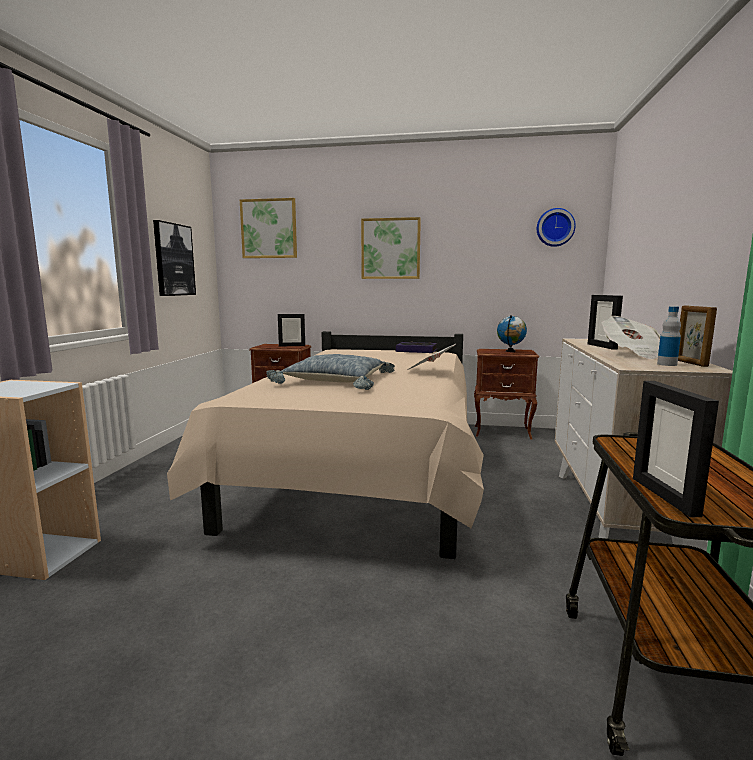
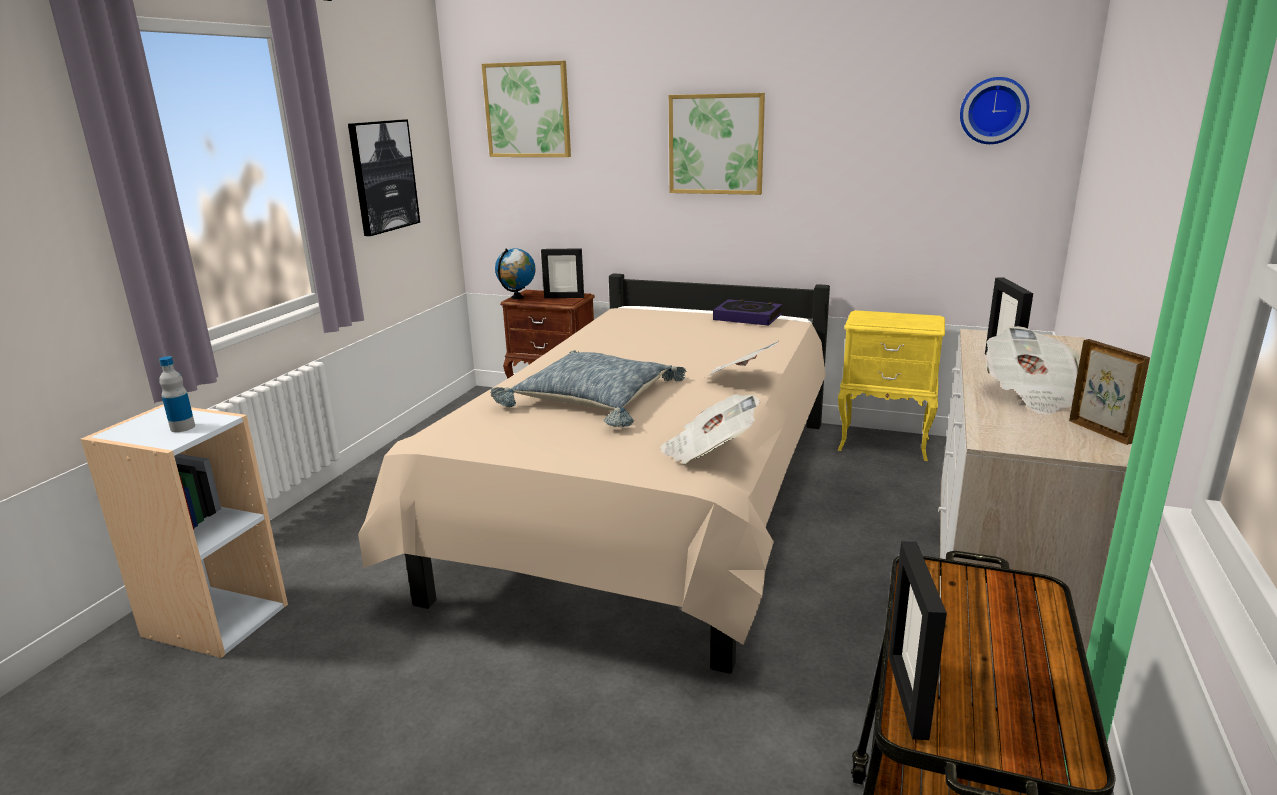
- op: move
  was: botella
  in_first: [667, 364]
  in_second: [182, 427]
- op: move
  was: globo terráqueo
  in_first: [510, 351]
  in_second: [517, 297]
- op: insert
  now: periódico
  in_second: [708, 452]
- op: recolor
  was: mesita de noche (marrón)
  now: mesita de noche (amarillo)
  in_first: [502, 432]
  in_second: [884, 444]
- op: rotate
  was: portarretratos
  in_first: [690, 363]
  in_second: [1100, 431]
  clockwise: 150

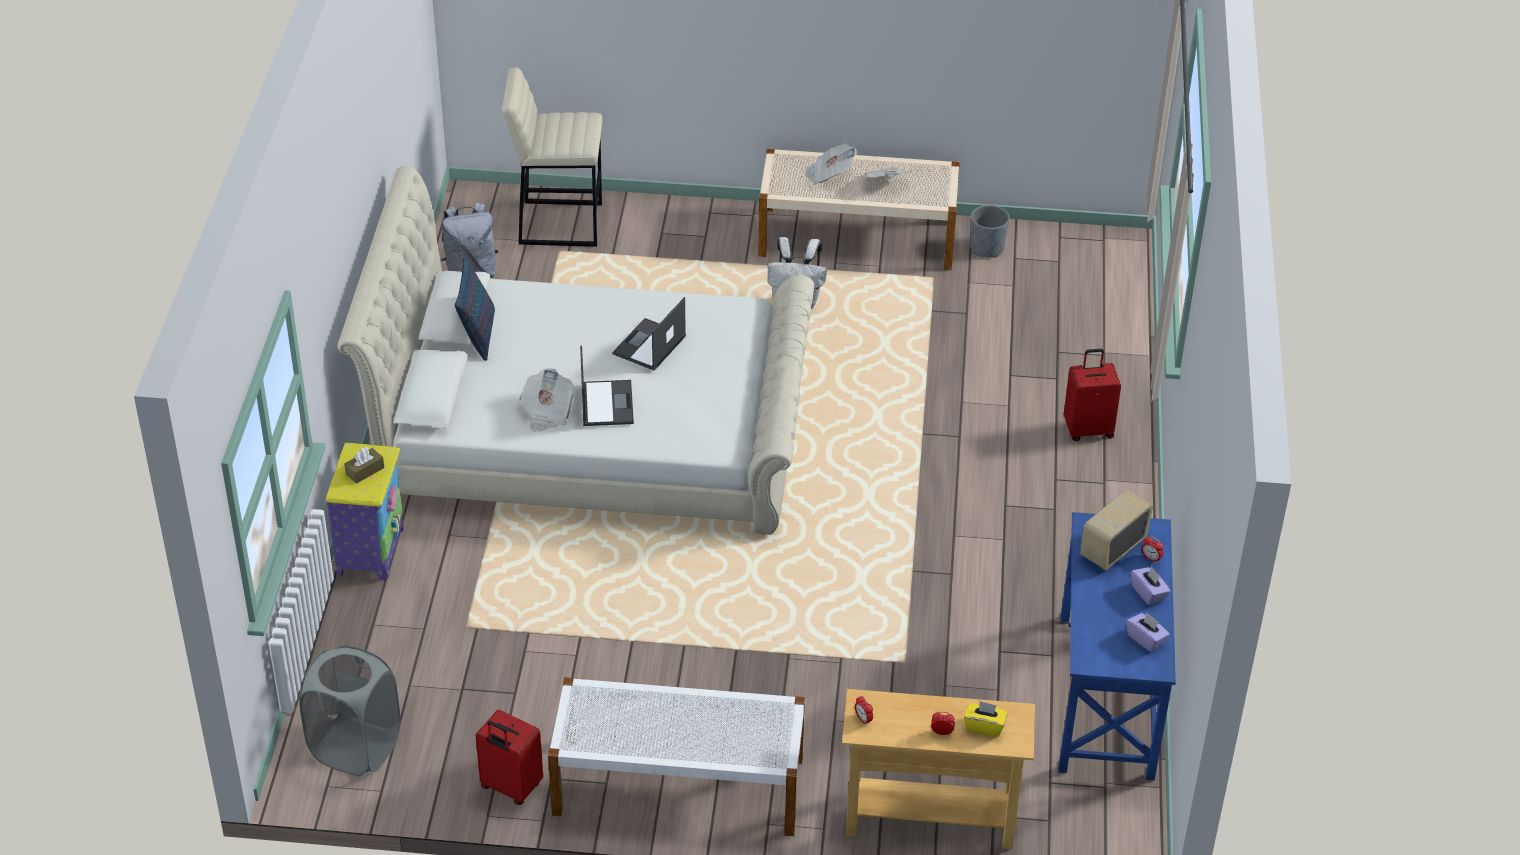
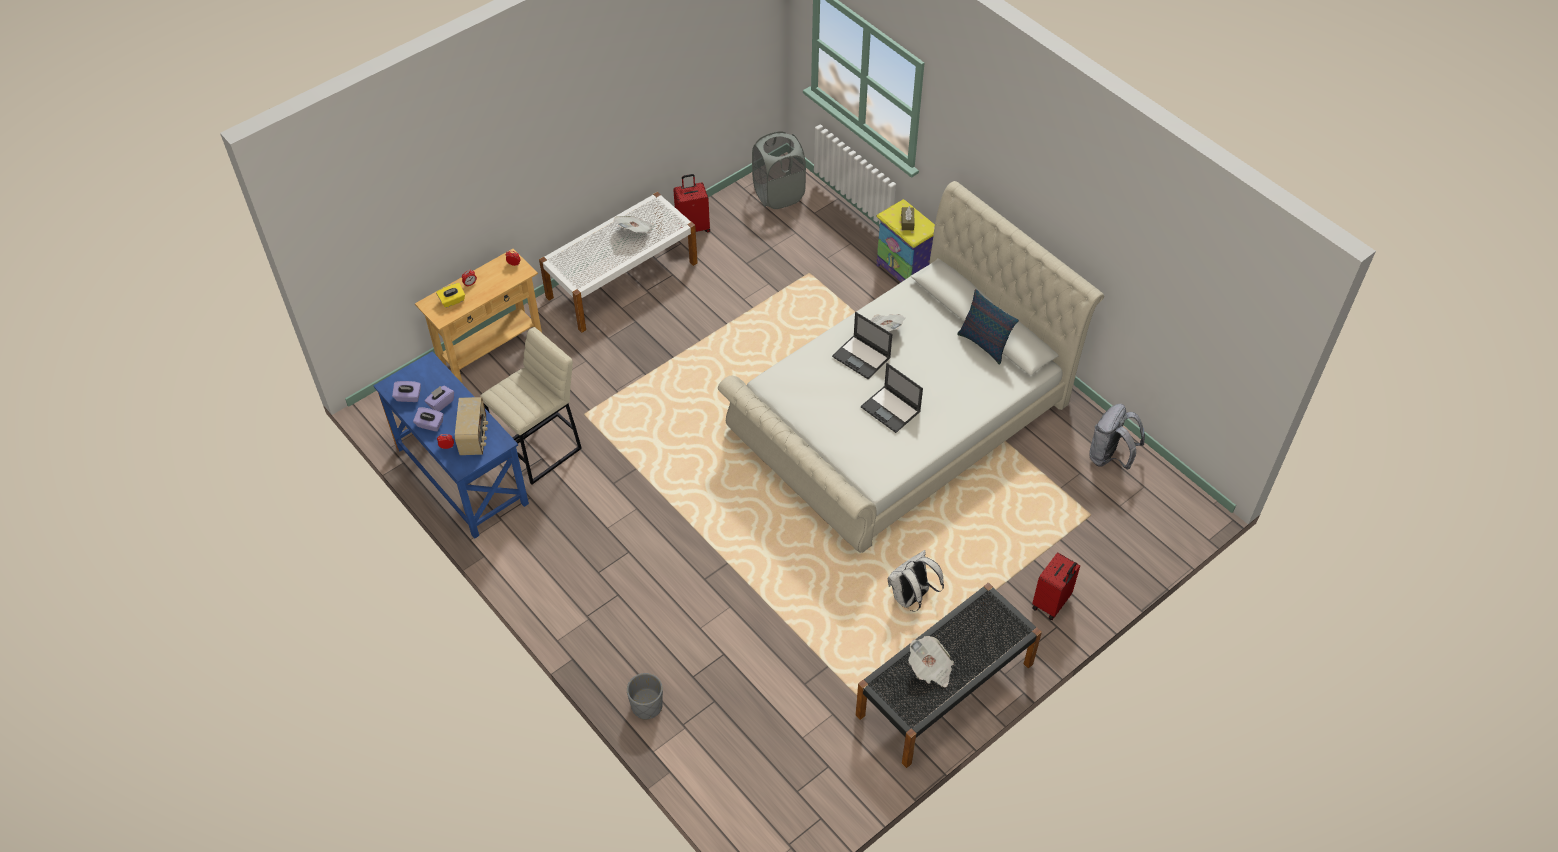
- op: insert
  now: caja de pañuelos (morado)
  in_second: [441, 403]
- op: move
  was: taburete (beis)
  in_first: [557, 223]
  in_second: [540, 448]
- op: move
  was: periódico
  in_first: [828, 175]
  in_second: [635, 231]
- op: move
  was: maceta (gris)
  in_first: [987, 248]
  in_second: [646, 706]
- op: recolor
  was: banco (beis)
  now: banco (negro)
  in_first: [857, 237]
  in_second: [945, 690]
- op: rotate
  was: portátil
  in_first: [649, 346]
  in_second: [891, 409]
  clockwise: 150
- op: move
  was: maleta (rojo)
  in_first: [1088, 429]
  in_second: [1052, 603]

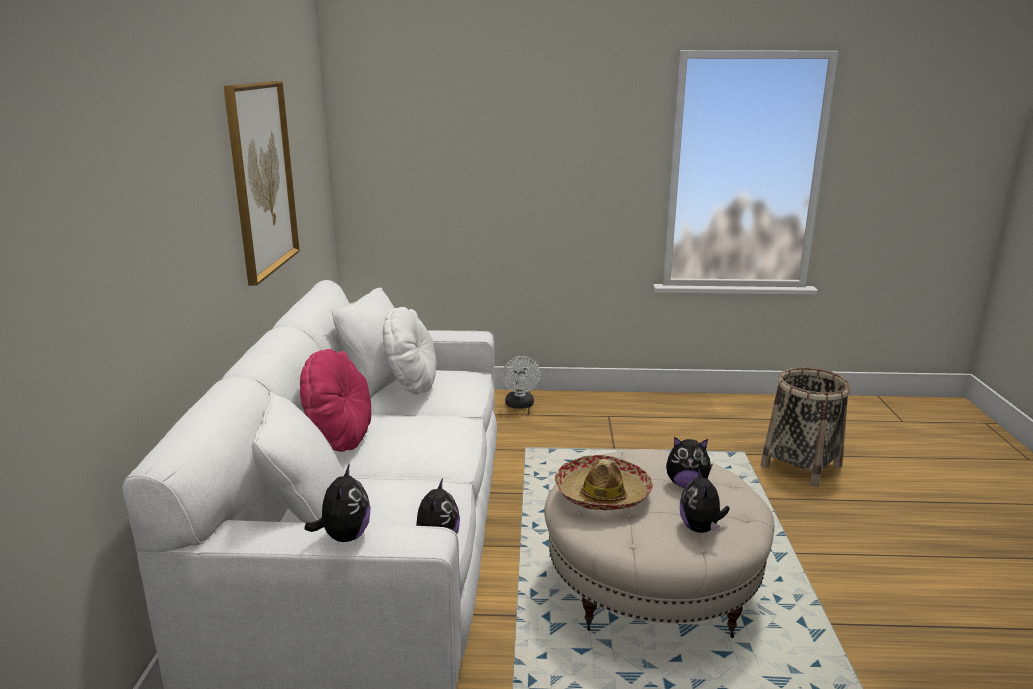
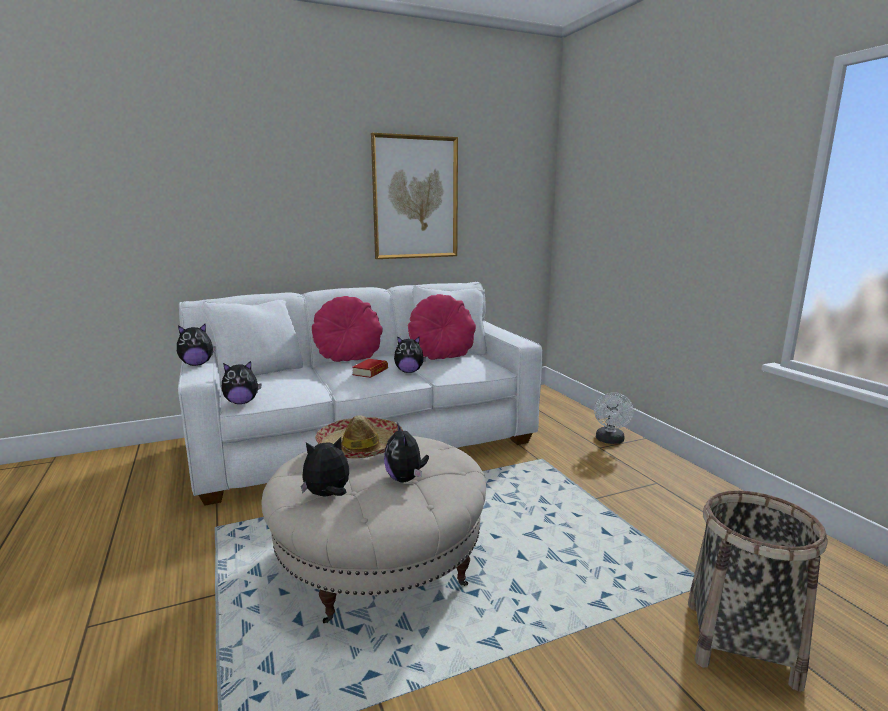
- op: insert
  now: libro
  in_second: [370, 372]
- op: insert
  now: peluche
  in_second: [409, 371]
- op: recolor
  was: cojín (blanco)
  now: cojín (rosa)
  in_first: [412, 387]
  in_second: [442, 357]
- op: rotate
  was: ventilador (blanco)
  in_first: [520, 405]
  in_second: [610, 441]
  clockwise: -45

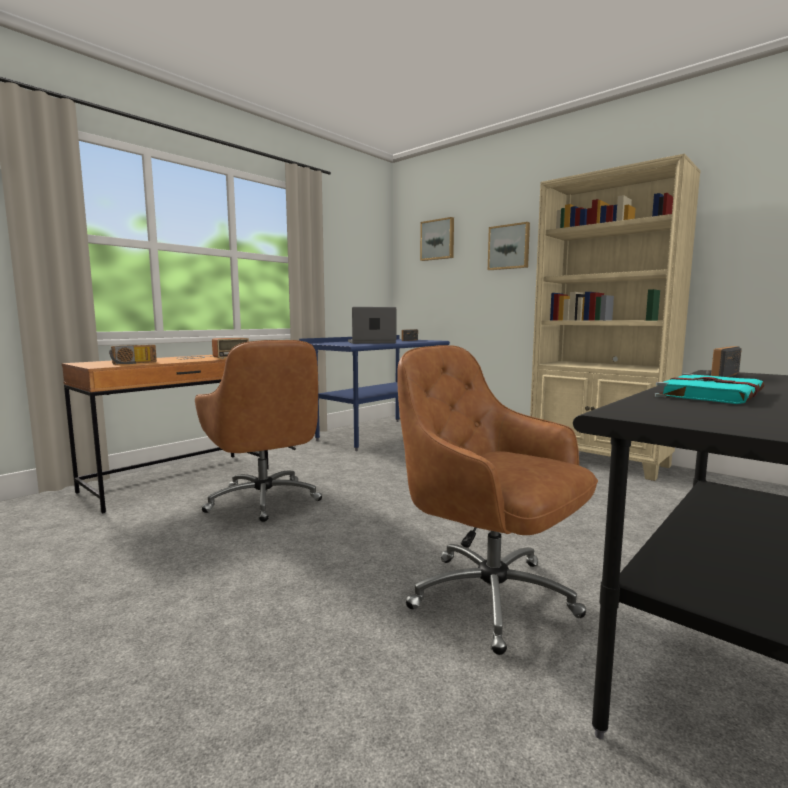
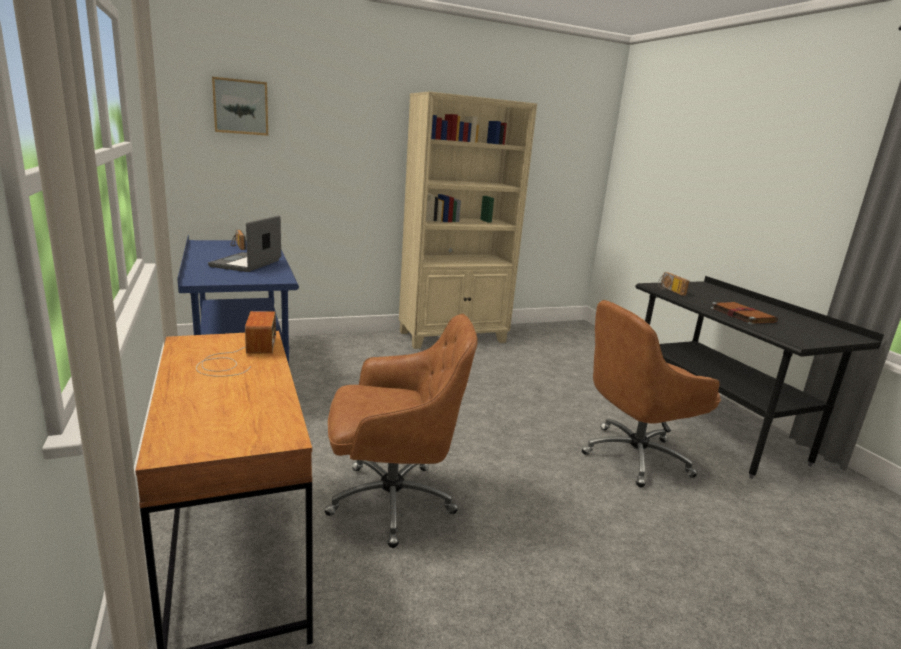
- op: recolor
  was: libro (turquesa)
  now: libro (marrón)
  in_first: [710, 394]
  in_second: [741, 315]
- op: delete
  was: radio
  in_first: [134, 363]
- op: delete
  was: cuadro
  in_first: [509, 247]

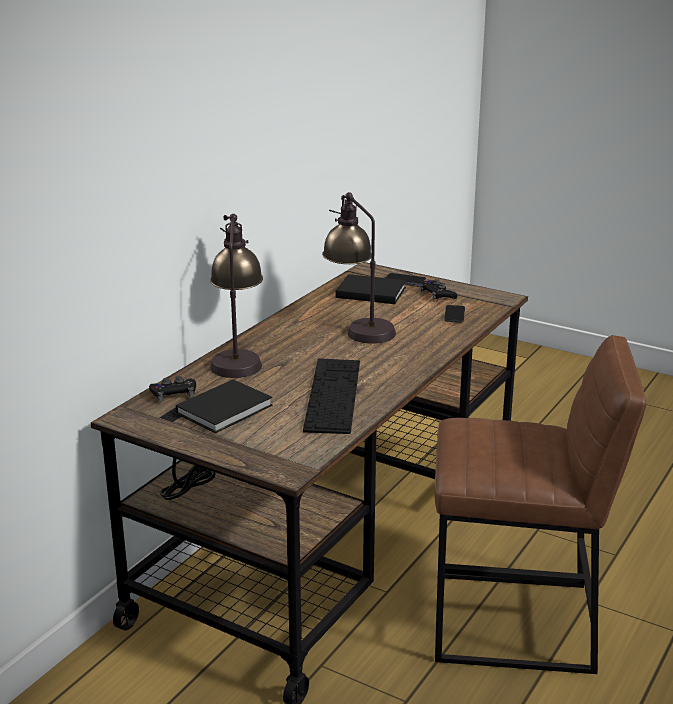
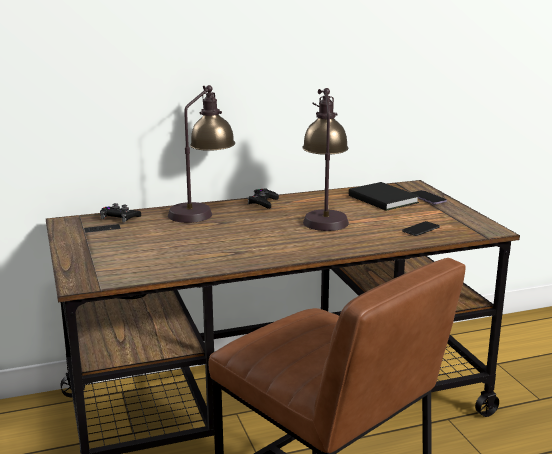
- op: move
  was: mando de consola (negro)
  in_first: [437, 295]
  in_second: [262, 203]
- op: delete
  was: libro (negro)
  in_first: [227, 409]
- op: delete
  was: teclado
  in_first: [333, 395]

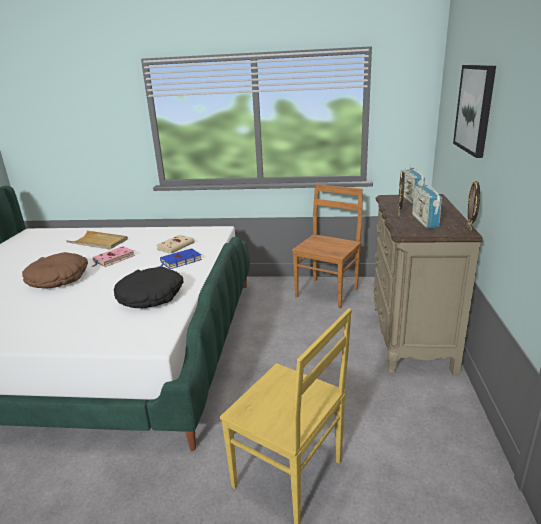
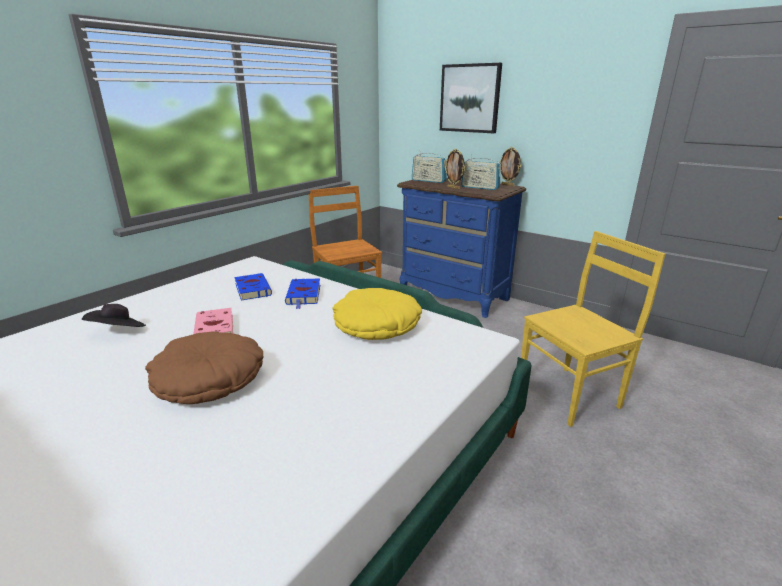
- op: replace
  was: bandeja (beis)
  now: sombrero (negro)
  in_first: [98, 242]
  in_second: [118, 331]
- op: recolor
  was: libro (beis)
  now: libro (azul)
  in_first: [176, 246]
  in_second: [252, 289]
- op: recolor
  was: cojín (negro)
  now: cojín (amarillo)
  in_first: [149, 297]
  in_second: [375, 326]
- op: recolor
  was: cómoda (beis)
  now: cómoda (azul)
  in_first: [409, 338]
  in_second: [452, 296]

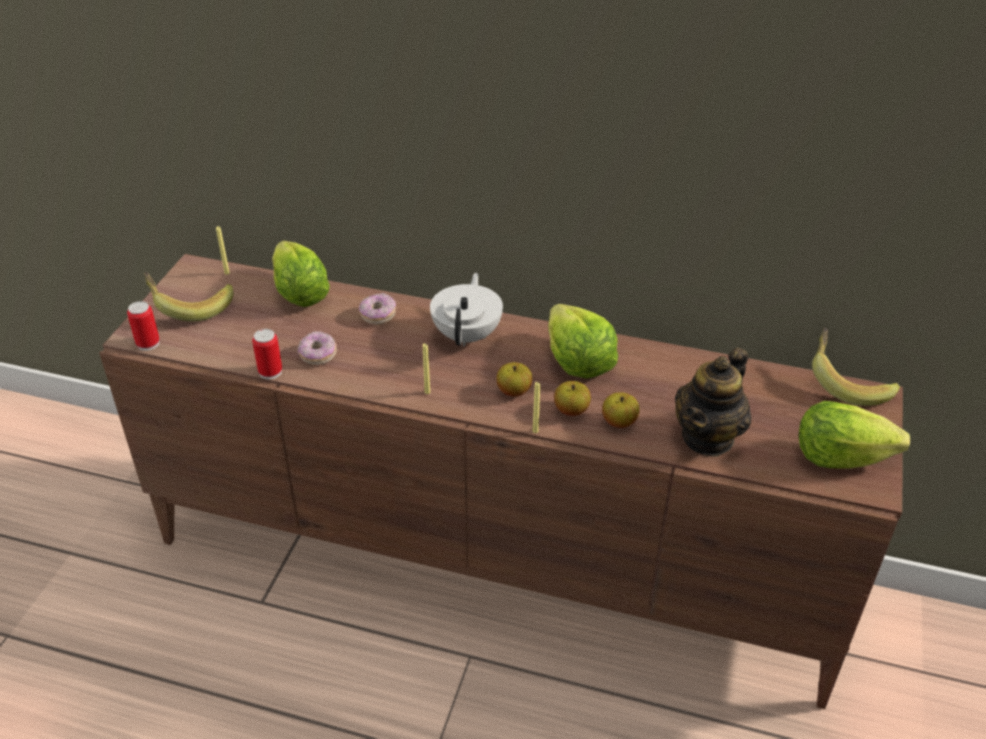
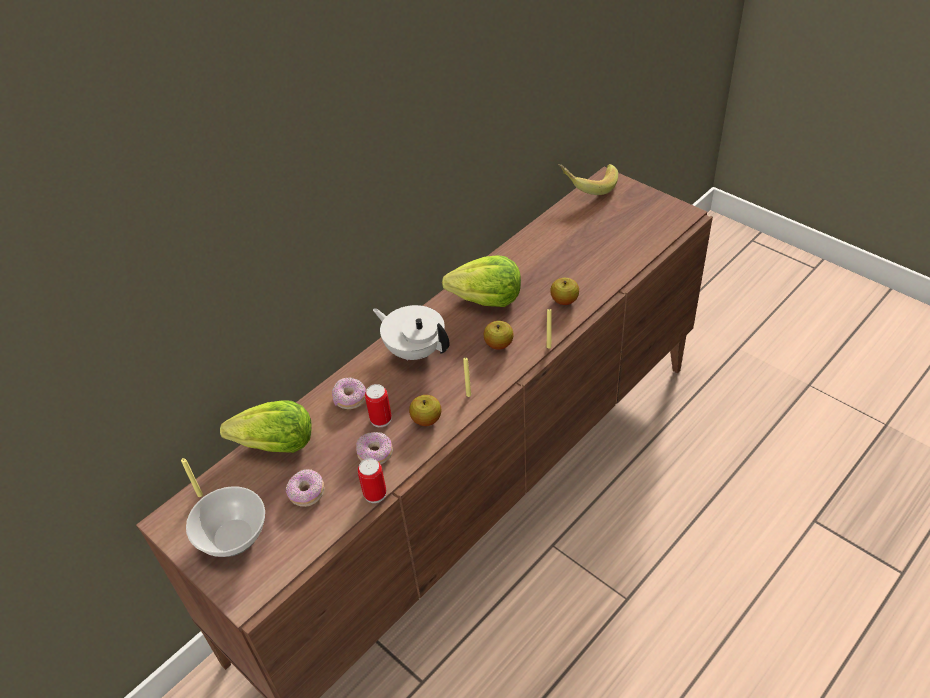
- op: replace
  was: plátano
  now: cuenco
  in_first: [190, 306]
  in_second: [232, 536]
- op: insert
  now: rosquilla
  in_second: [306, 493]
- op: move
  was: lata
  in_first: [148, 343]
  in_second: [381, 419]
- op: move
  was: manzana
  in_first: [571, 410]
  in_second: [426, 419]
- op: delete
  was: tetera
  in_first: [708, 437]
- op: delete
  was: lechuga
  in_first: [839, 457]

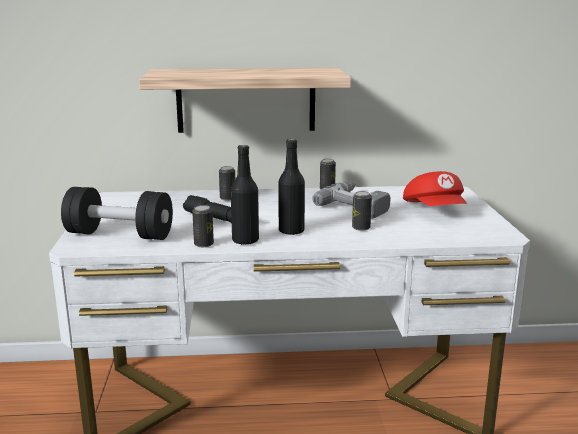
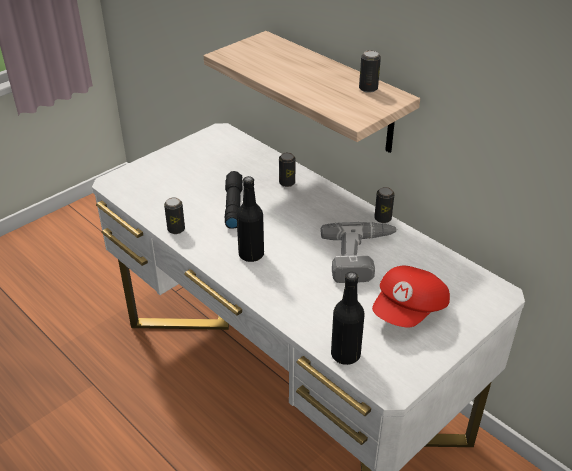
- op: move
  was: botella (negro)
  in_first: [245, 241]
  in_second: [345, 354]
- op: move
  was: lata
  in_first: [361, 228]
  in_second: [368, 88]
- op: delete
  was: mancuerna (negro)
  in_first: [120, 235]

